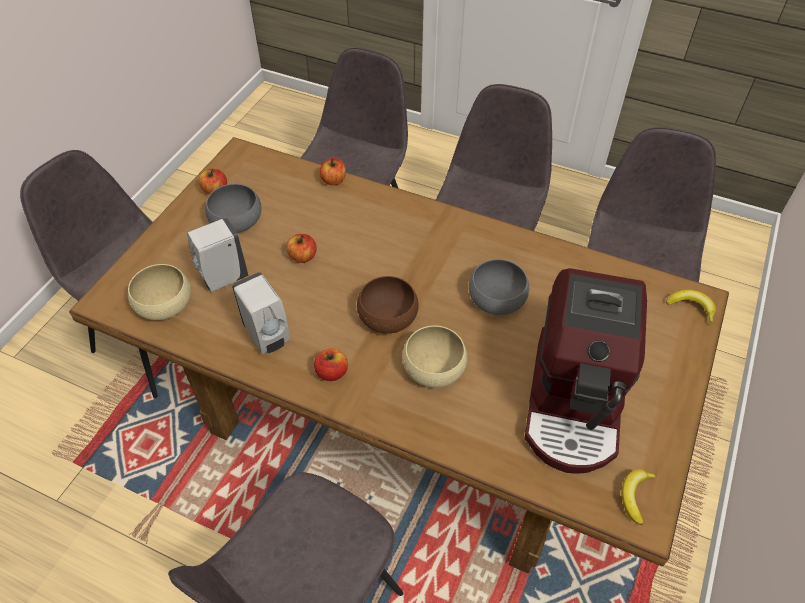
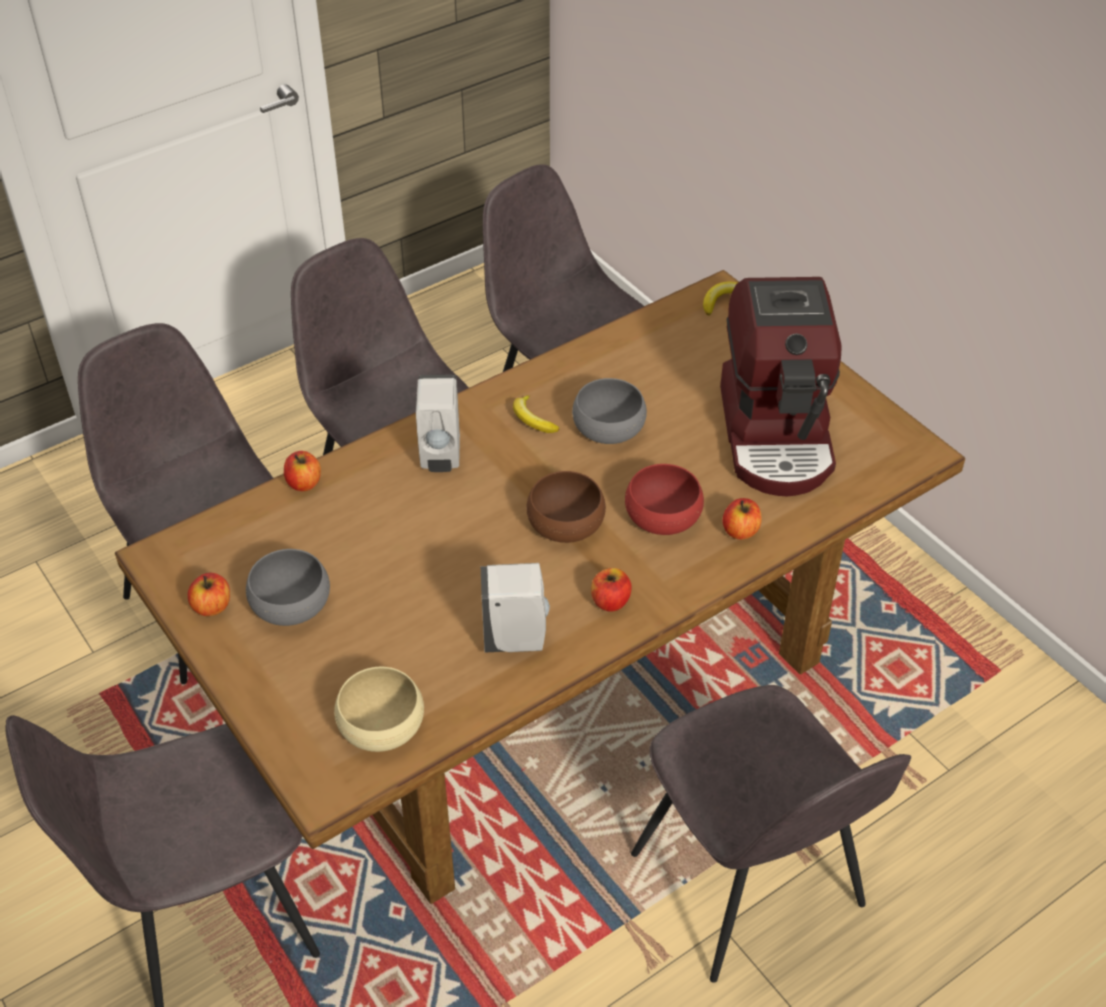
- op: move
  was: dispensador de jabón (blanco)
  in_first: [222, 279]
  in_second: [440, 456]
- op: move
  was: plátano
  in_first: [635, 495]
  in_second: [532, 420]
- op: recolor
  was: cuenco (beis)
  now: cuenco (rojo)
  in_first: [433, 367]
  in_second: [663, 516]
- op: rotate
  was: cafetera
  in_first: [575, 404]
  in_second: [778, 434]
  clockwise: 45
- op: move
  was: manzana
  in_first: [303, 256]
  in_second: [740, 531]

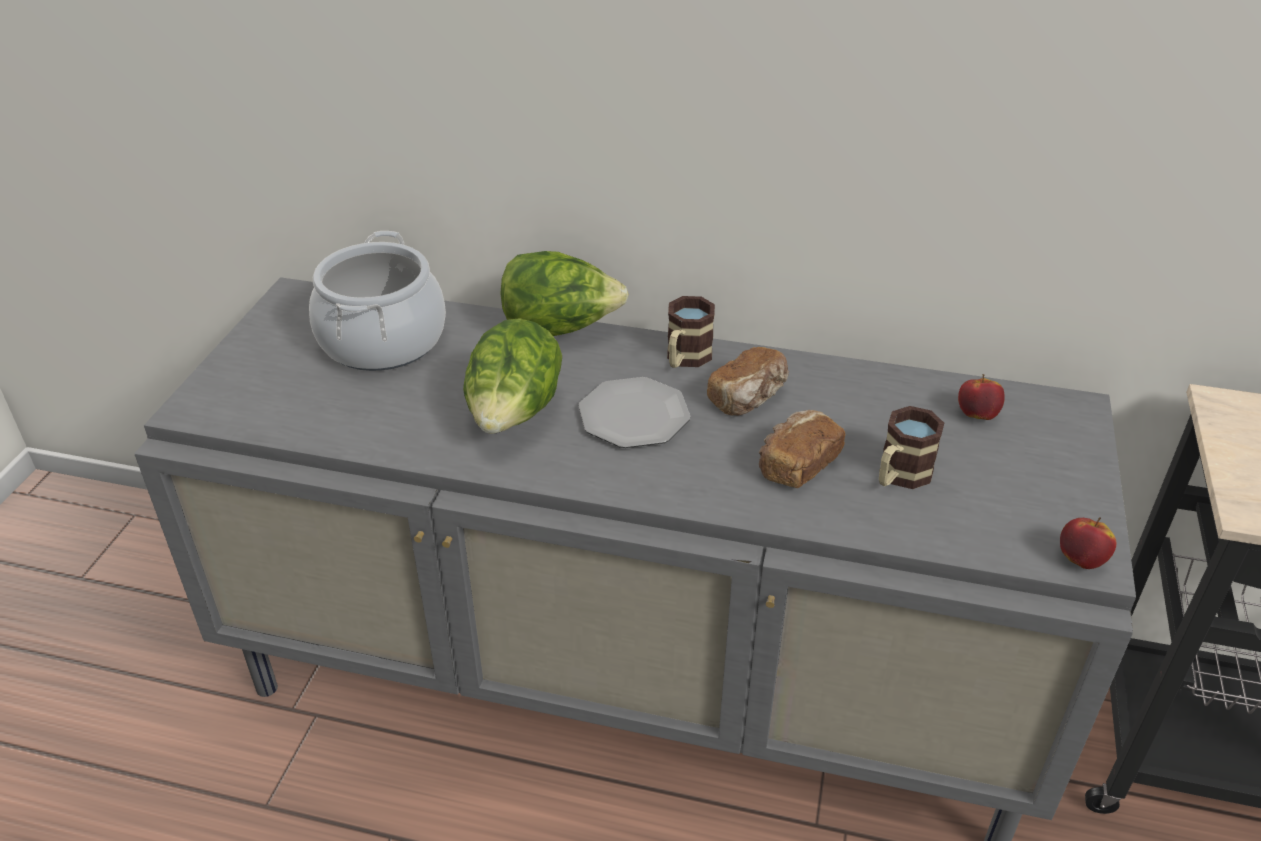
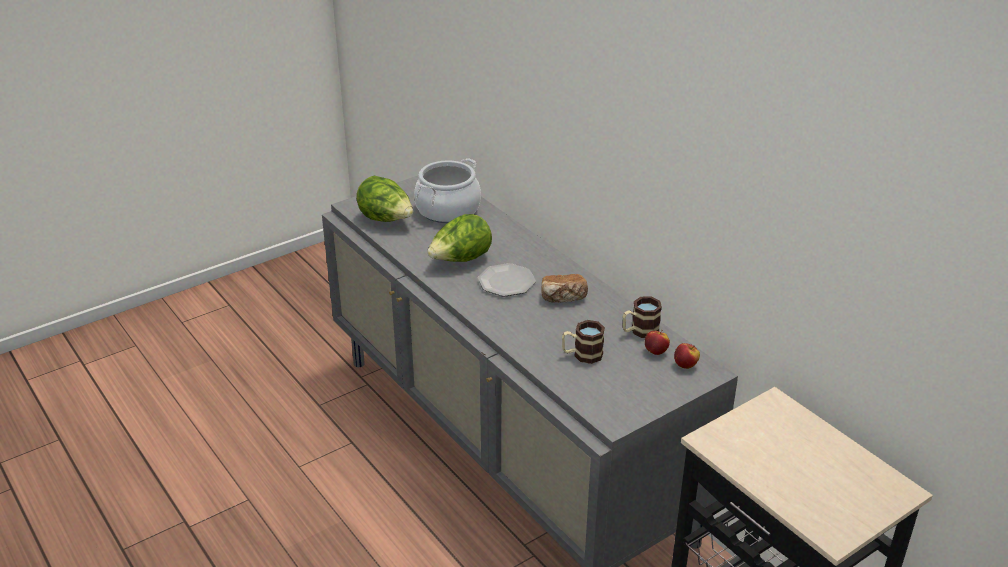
- op: move
  was: lechuga
  in_first: [560, 329]
  in_second: [386, 220]
- op: move
  was: taza grande
  in_first: [685, 359]
  in_second: [639, 331]
- op: move
  was: manzana
  in_first: [1081, 560]
  in_second: [685, 365]
- op: delete
  was: pan
  in_first: [796, 465]

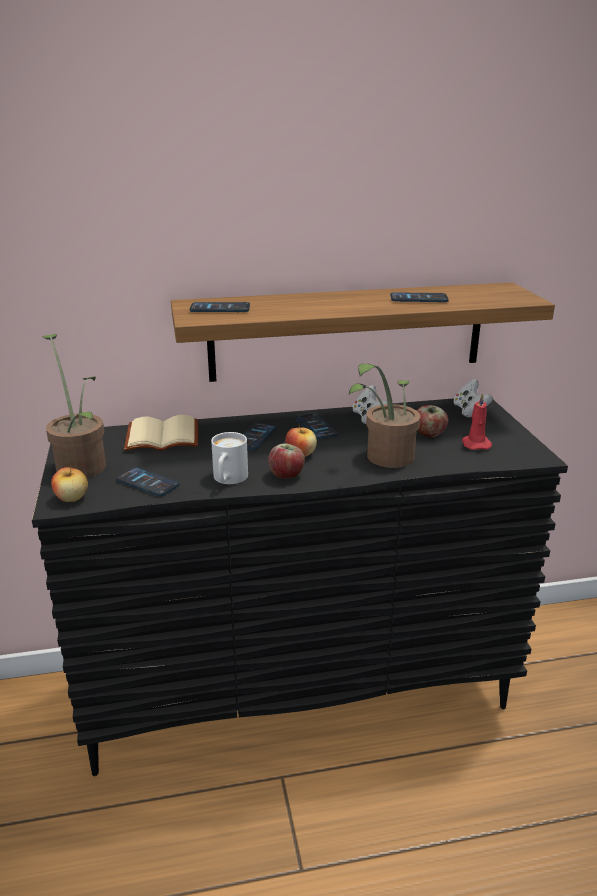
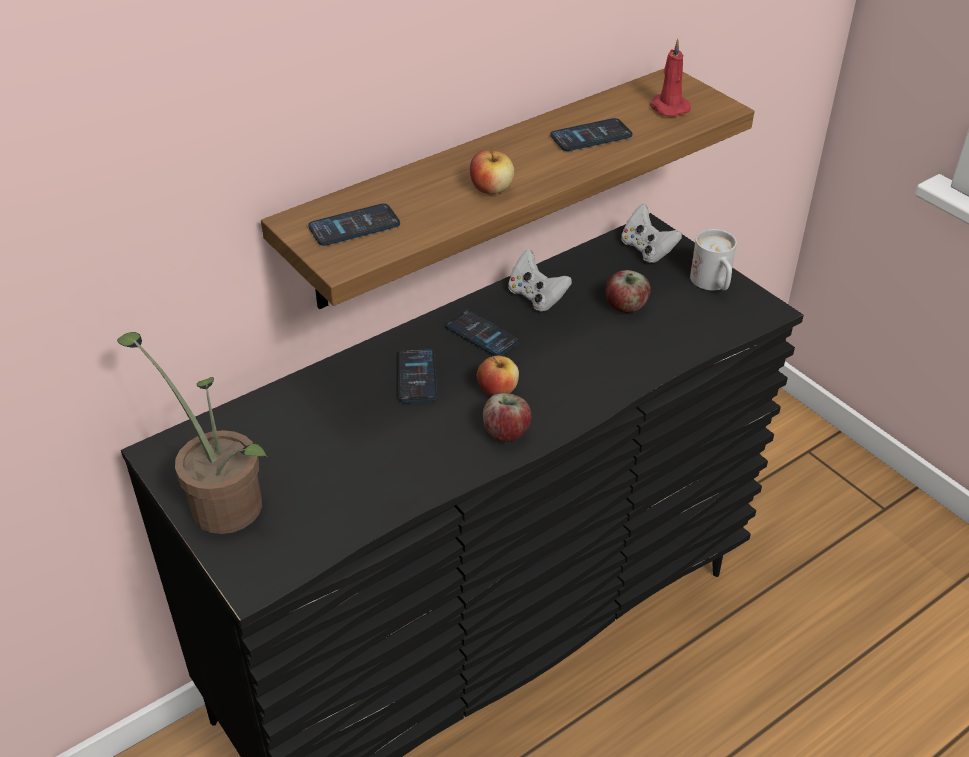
- op: move
  was: manzana
  in_first: [72, 498]
  in_second: [491, 189]
- op: move
  was: vela (rojo)
  in_first: [475, 444]
  in_second: [668, 107]
- op: move
  was: taza grande (blanco)
  in_first: [228, 480]
  in_second: [713, 284]
- op: delete
  was: móvil
  in_first: [147, 483]
- op: delete
  was: libro (beis)
  in_first: [164, 436]
- op: delete
  was: planta en maceta
  in_first: [385, 459]

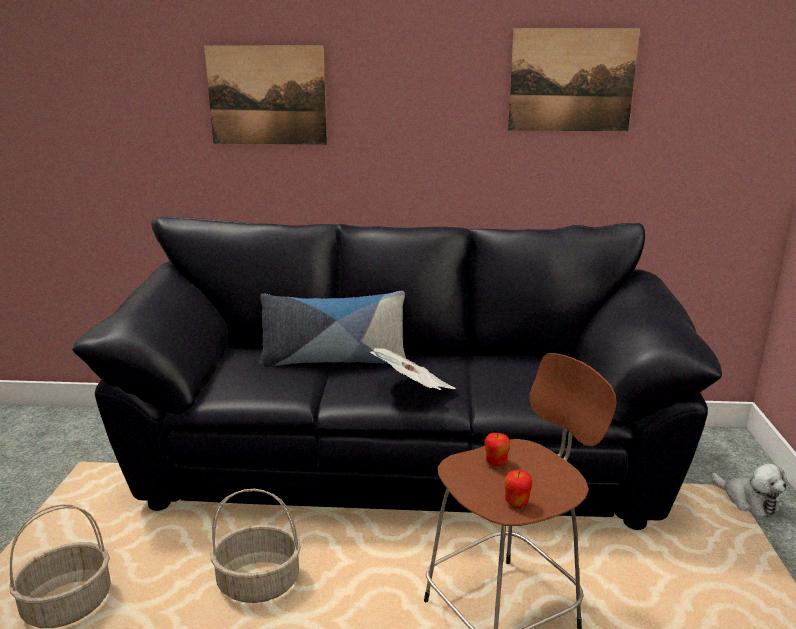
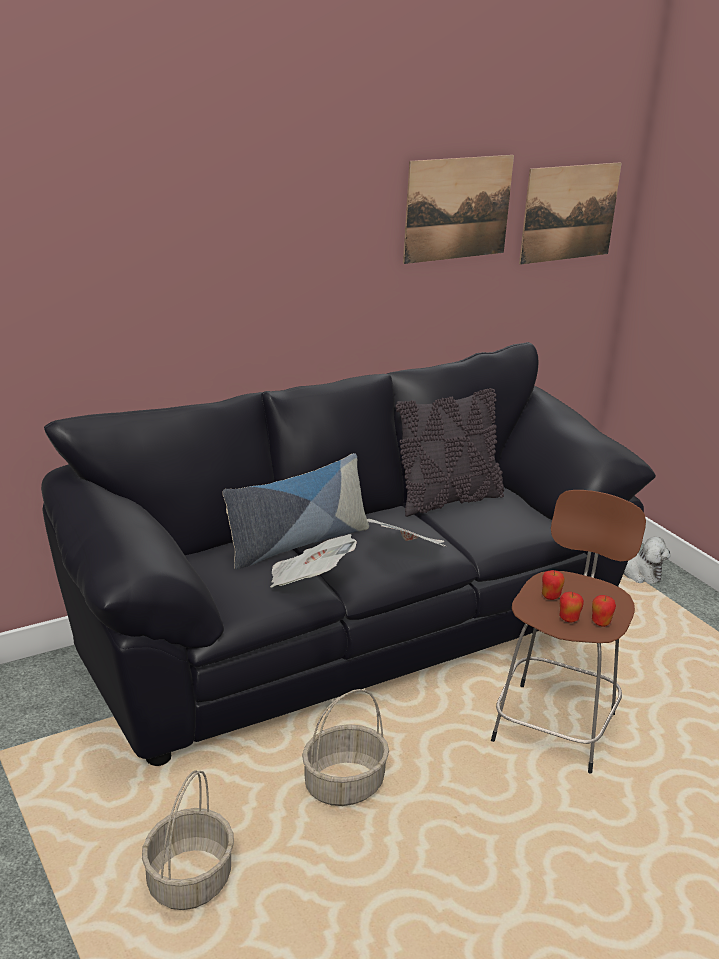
- op: insert
  now: periódico
  in_second: [309, 581]
- op: insert
  now: cojín (negro)
  in_second: [447, 500]
- op: move
  was: cuadro
  in_first: [267, 95]
  in_second: [569, 212]
- op: insert
  now: manzana
  in_second: [568, 619]

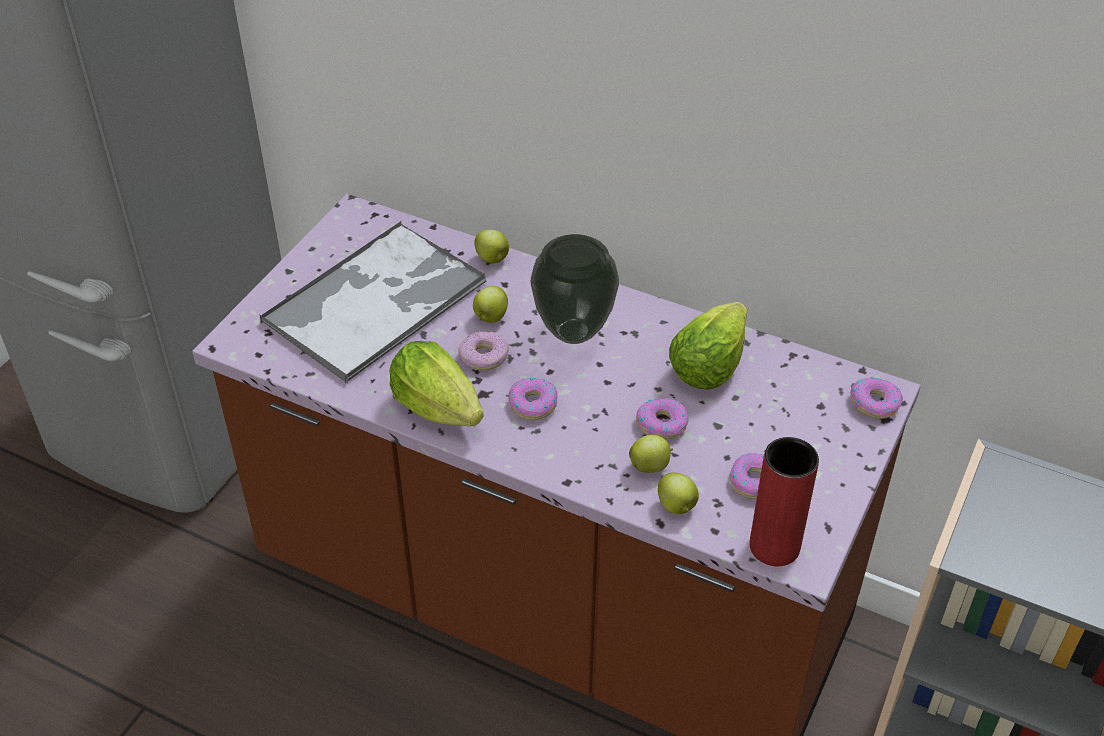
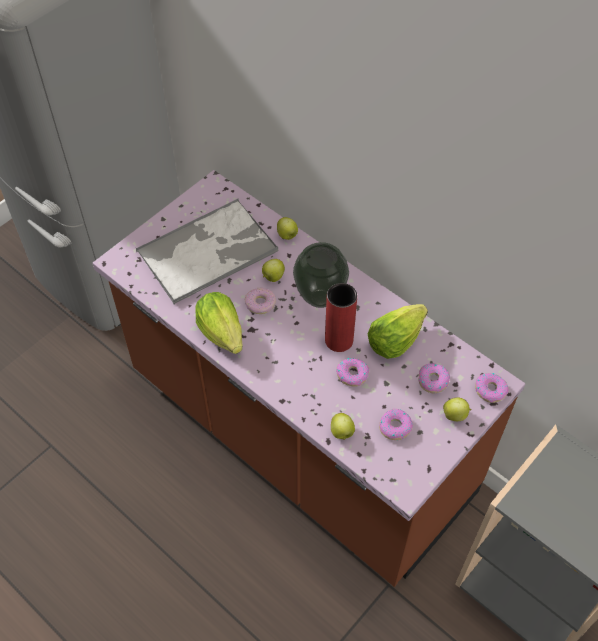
- op: move
  was: florero (rojo)
  in_first: [774, 546]
  in_second: [339, 340]
- op: move
  was: rosquilla
  in_first: [532, 404]
  in_second: [433, 380]
- op: move
  was: manzana
  in_first: [650, 466]
  in_second: [455, 415]

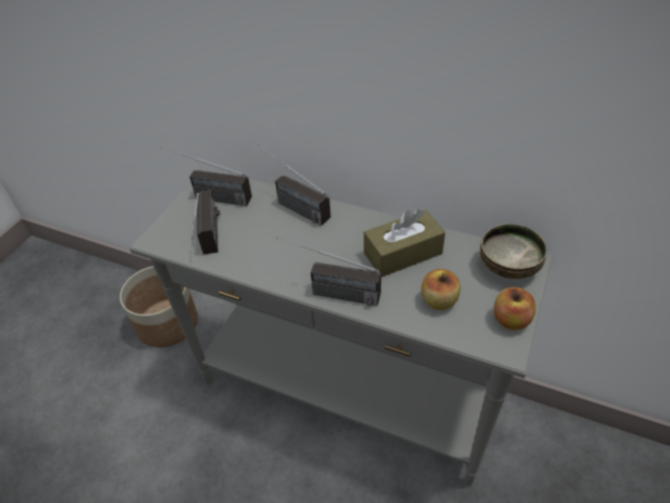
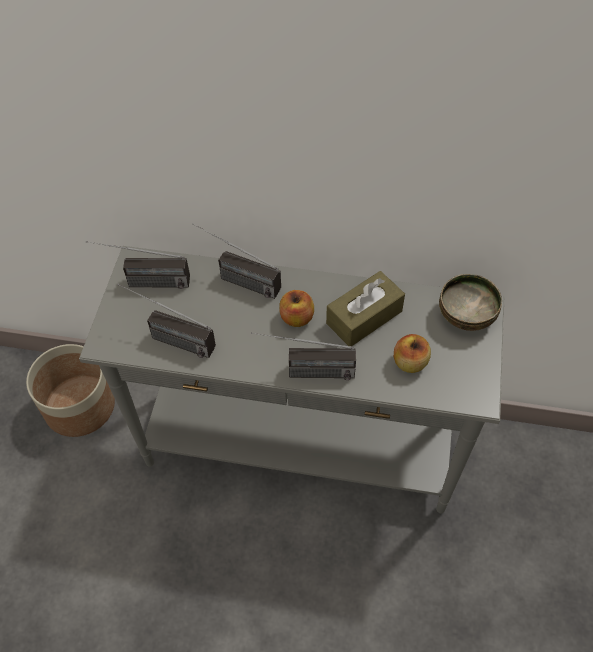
- op: rotate
  was: radio
  in_first: [212, 243]
  in_second: [167, 338]
  clockwise: 135
- op: move
  was: manzana
  in_first: [511, 320]
  in_second: [297, 318]

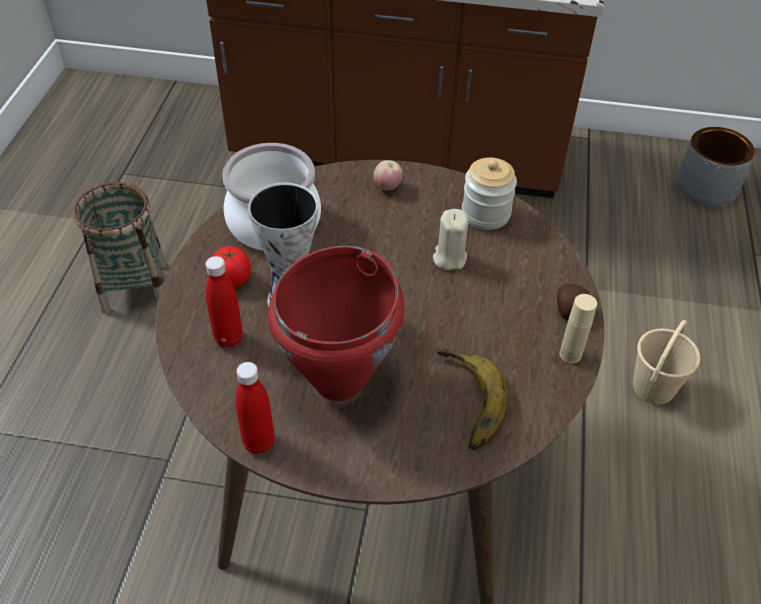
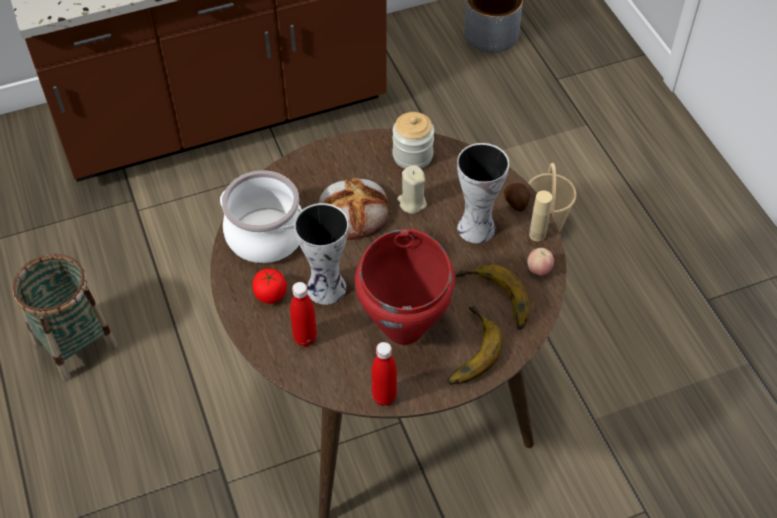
- op: insert
  now: pan
  in_second: [354, 211]
- op: insert
  now: plátano
  in_second: [465, 350]
- op: insert
  now: florero
  in_second: [475, 226]
- op: move
  was: manzana
  in_first: [387, 187]
  in_second: [539, 270]

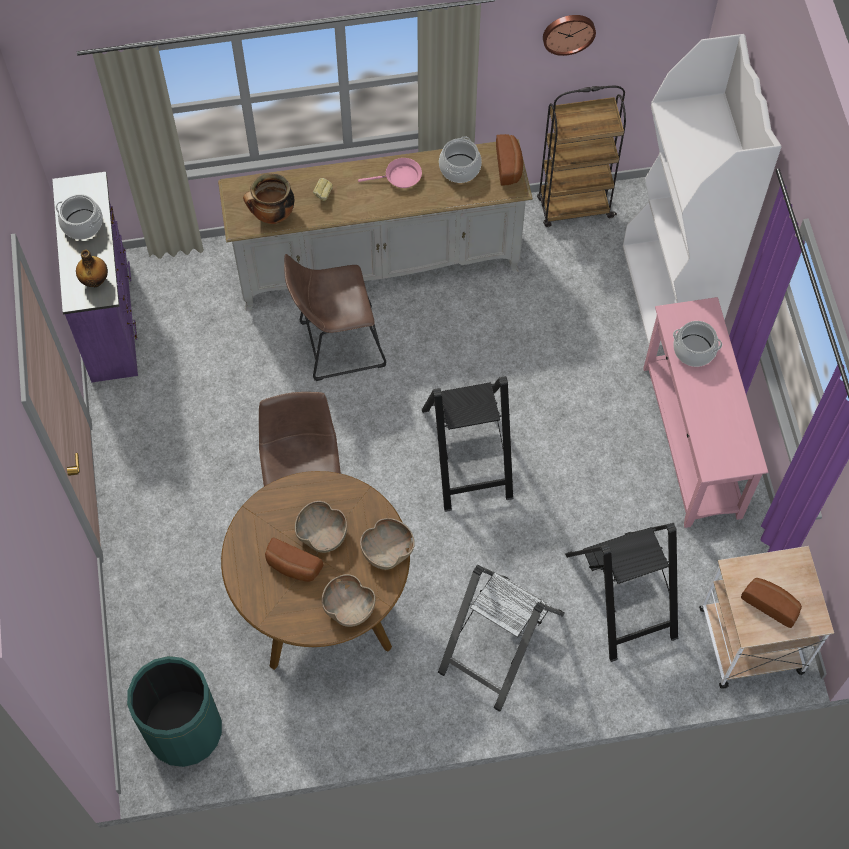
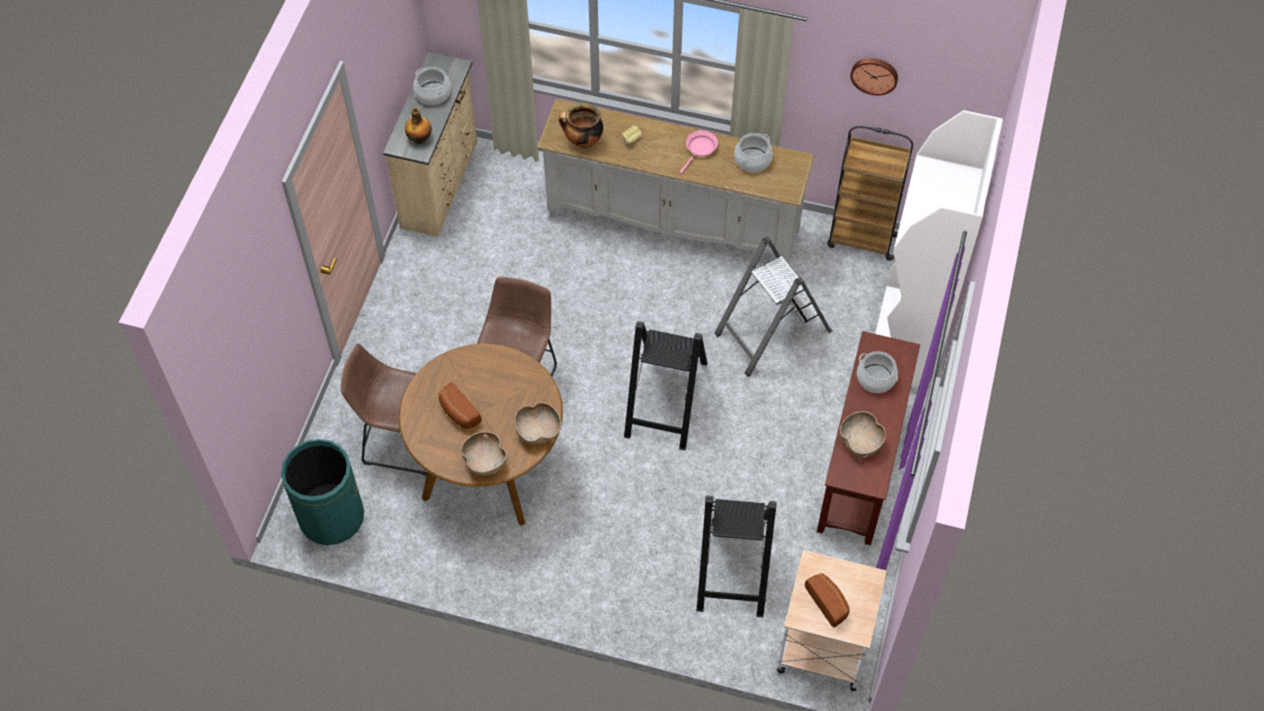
- op: move
  was: taburete (marrón)
  in_first: [337, 345]
  in_second: [399, 440]
- op: recolor
  was: cómoda (morado)
  now: cómoda (beis)
  in_first: [111, 316]
  in_second: [441, 184]
- op: rotate
  was: sartén (rosa)
  in_first: [400, 177]
  in_second: [700, 149]
  clockwise: -75
- op: move
  was: escalera de tijera (gris)
  in_first: [500, 643]
  in_second: [772, 332]
- op: recolor
  was: mesa consola (rosa)
  now: mesa consola (marrón)
  in_first: [692, 442]
  in_second: [860, 467]
- op: move
  was: cuenco (marrón)
  in_first: [322, 534]
  in_second: [861, 442]
- op: delete
  was: pan
  in_first: [510, 165]

